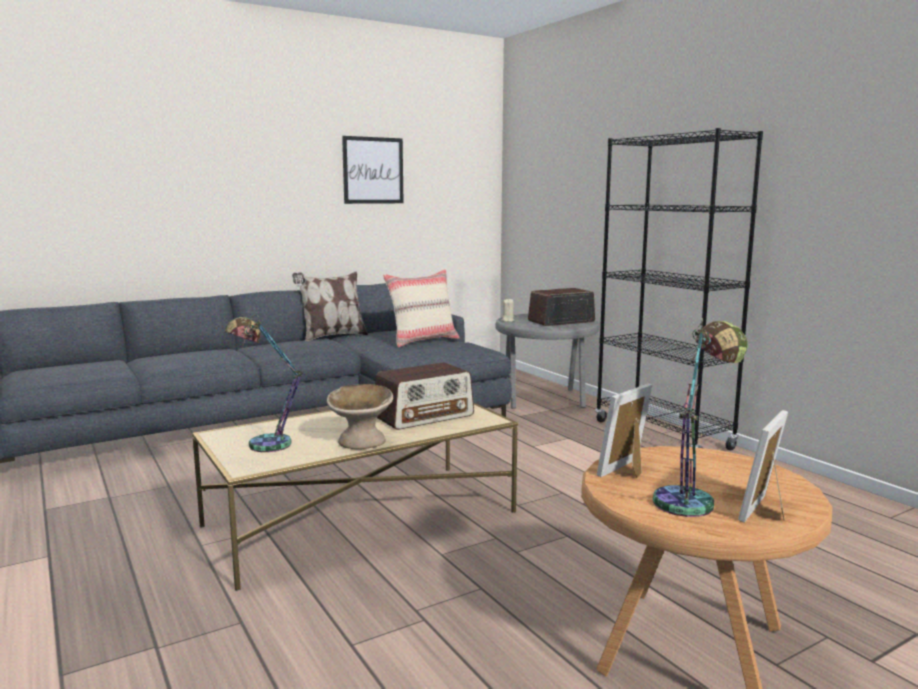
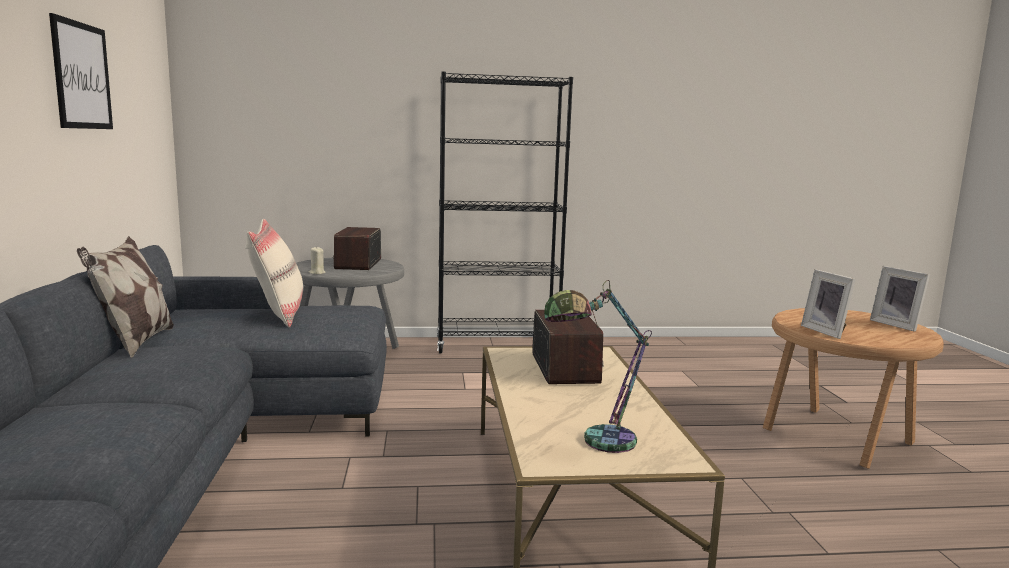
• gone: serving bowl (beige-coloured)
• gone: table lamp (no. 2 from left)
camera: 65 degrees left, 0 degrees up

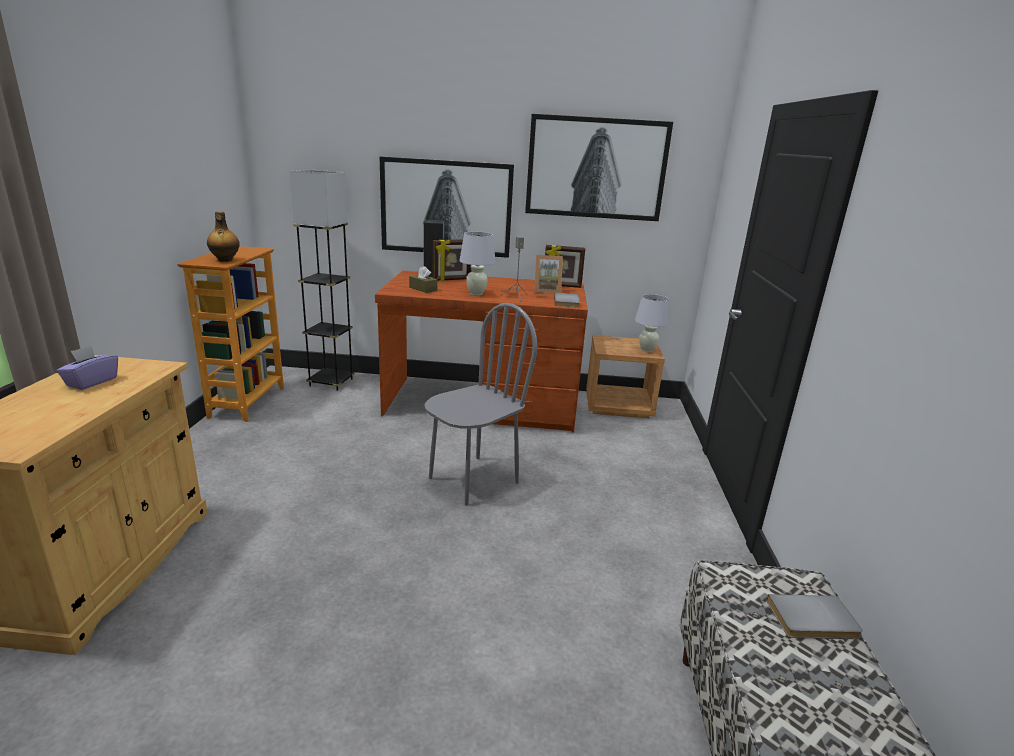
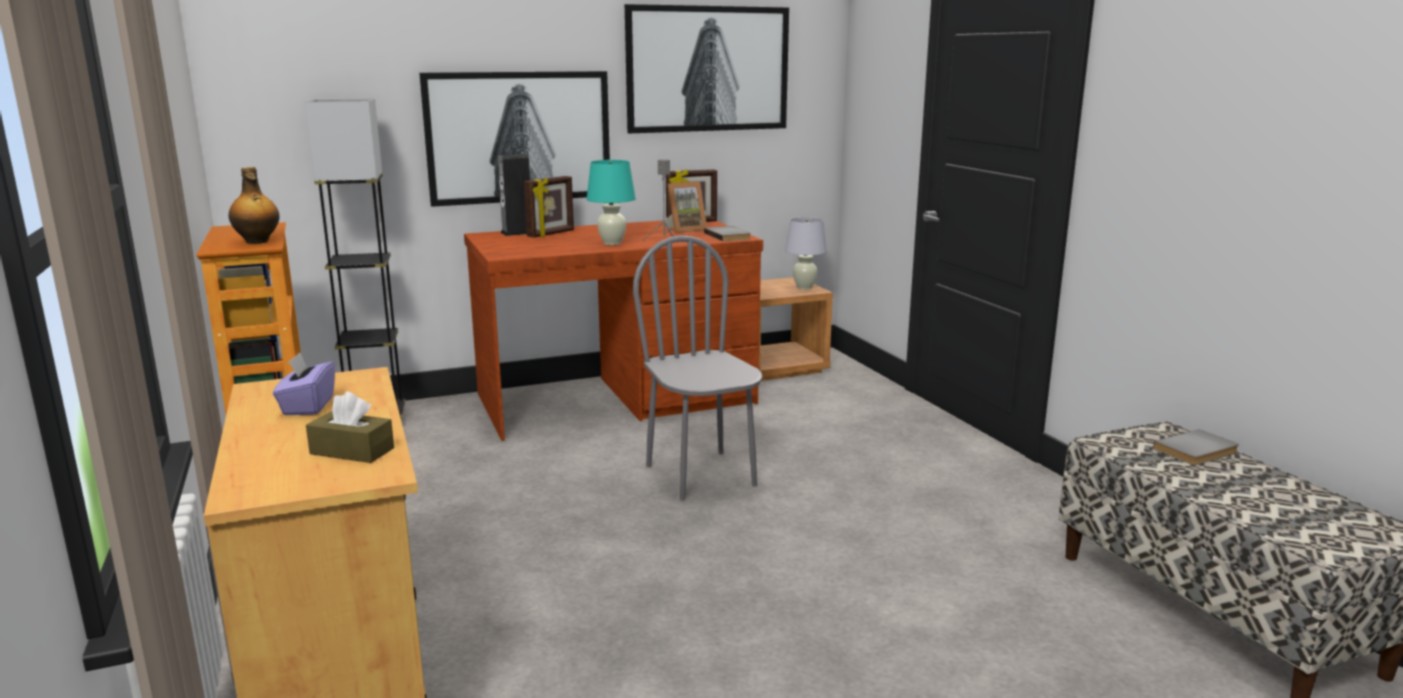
• shifted: box of tissues (brownish)
• repainted: table lamp (white-coloured) (no. 1 from left) to table lamp (turquoise)
• rotated: chair (gray) 45 degrees counterclockwise
camera: 25 degrees left, 5 degrees down

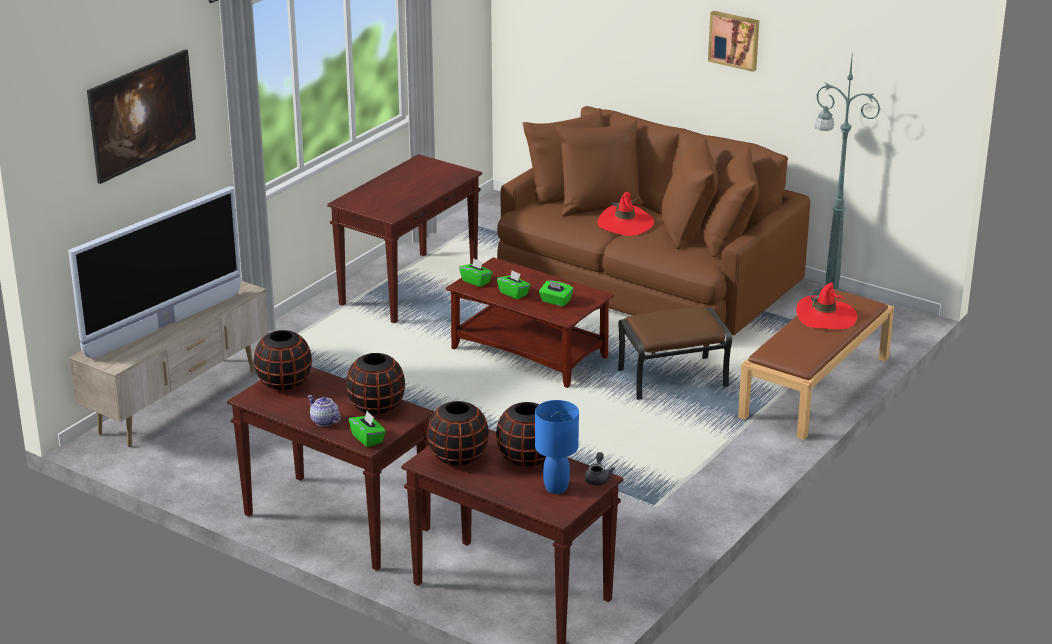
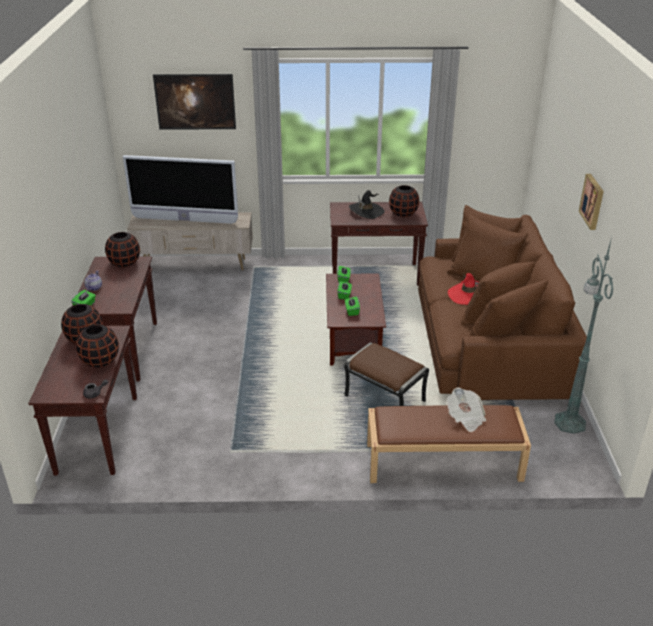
• gone: table lamp (bluish)
• new: wearable hat (black)
• shifted: decorative vase (black) (no. 2 from left in the first image) to decorative vase (black) (no. 4 from left)
• swapped: wearable hat (red-coloured) (no. 2 from left) to newspaper
camera: 55 degrees right, 5 degrees up

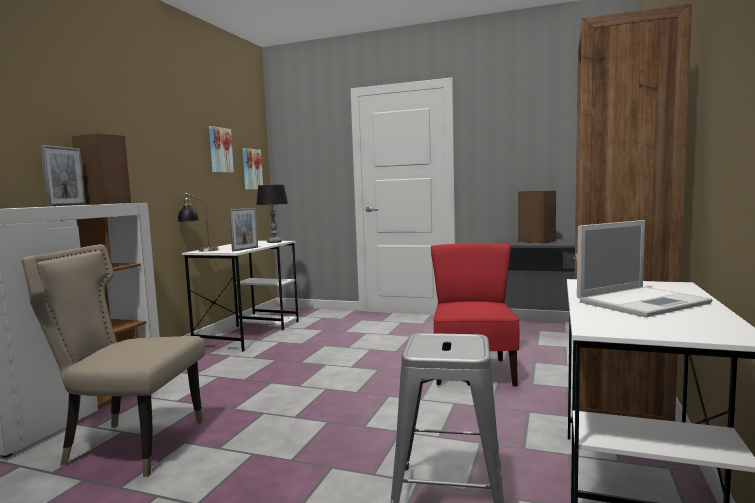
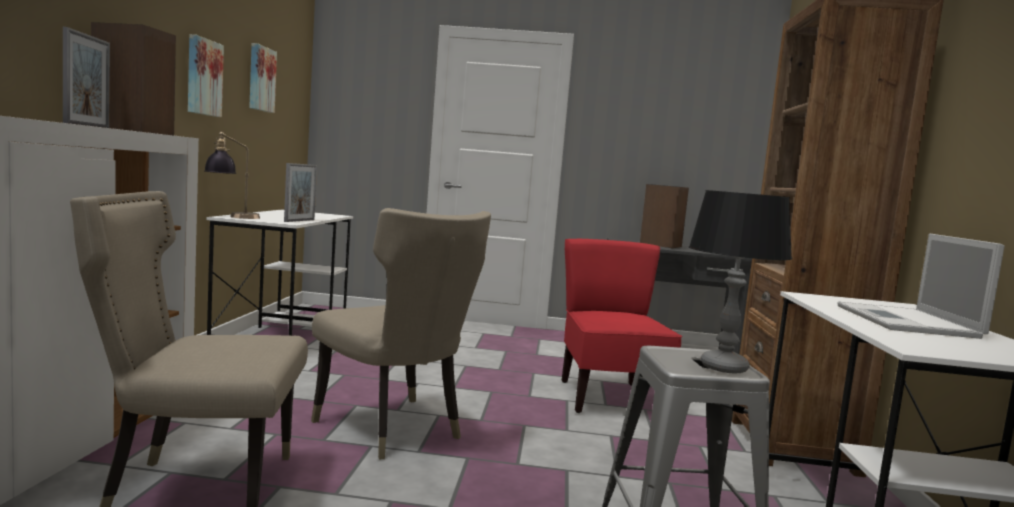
• new: chair (beige-coloured) (no. 2 from left)
• shifted: picture (no. 2 from left in the first image) to picture (no. 1 from left)
• shifted: table lamp (no. 2 from left)
• rotated: portable computer 135 degrees clockwise
camera: 15 degrees left, 0 degrees up

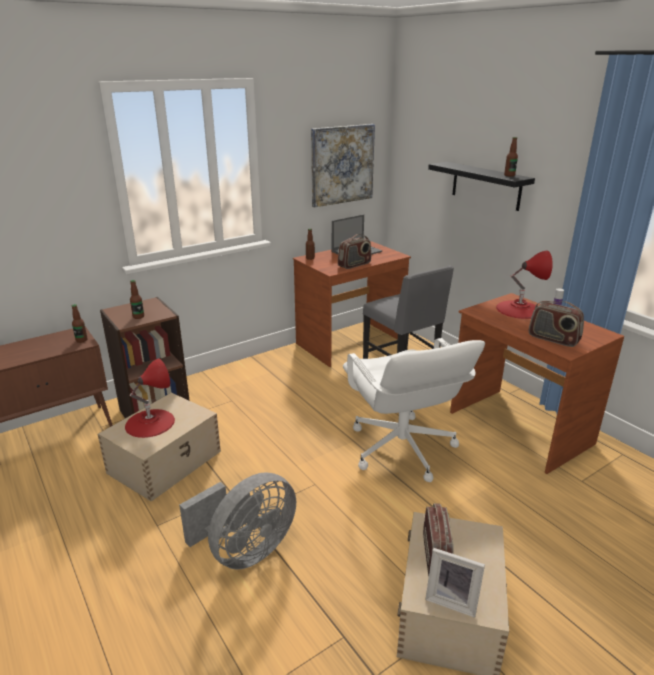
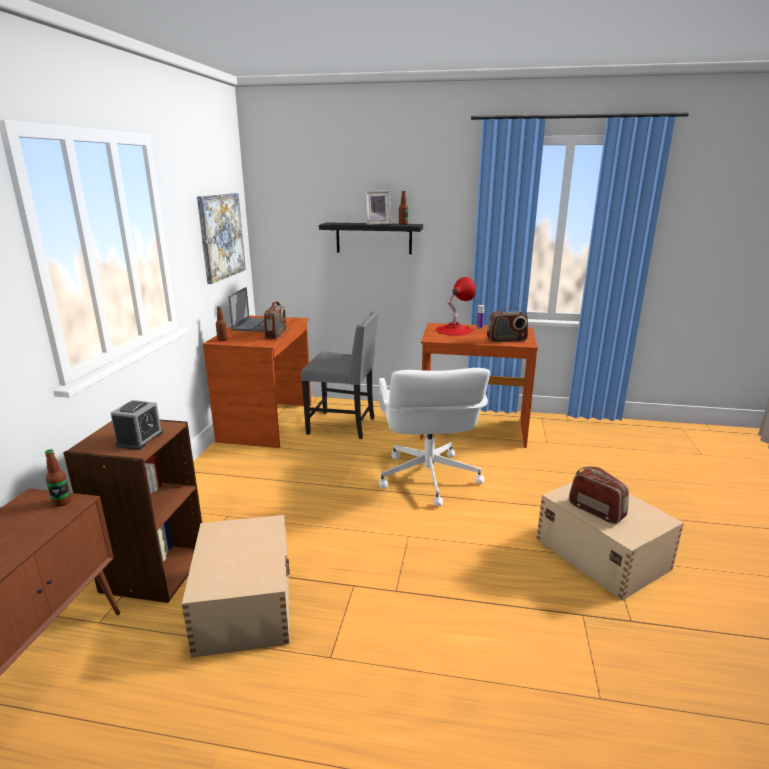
• gone: table lamp (red-coloured) (no. 1 from left)
• gone: electric fan (gray)
• shifted: standing frame
• swapped: bottle (no. 2 from left) to table clock
• rotated: computer chair (white-coloured) 60 degrees clockwise
camera: 45 degrees left, 5 degrees down

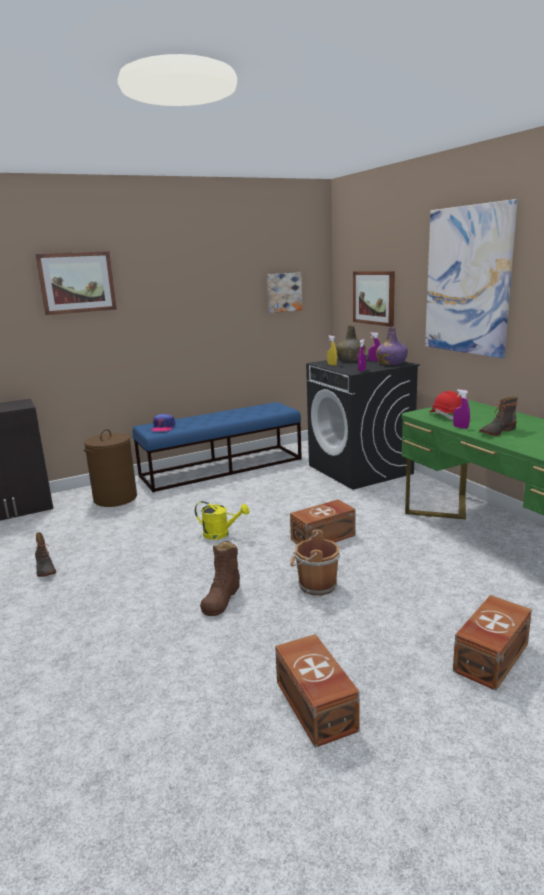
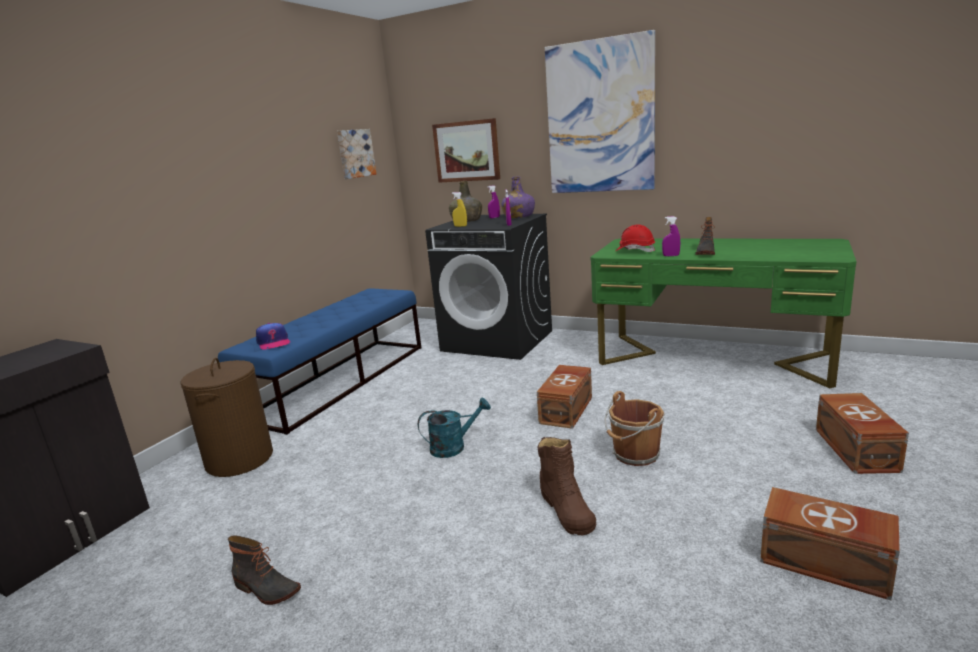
• gone: picture (no. 1 from left)
• repainted: watering can (yellowish) to watering can (turquoise)
camera: 35 degrees left, 0 degrees up

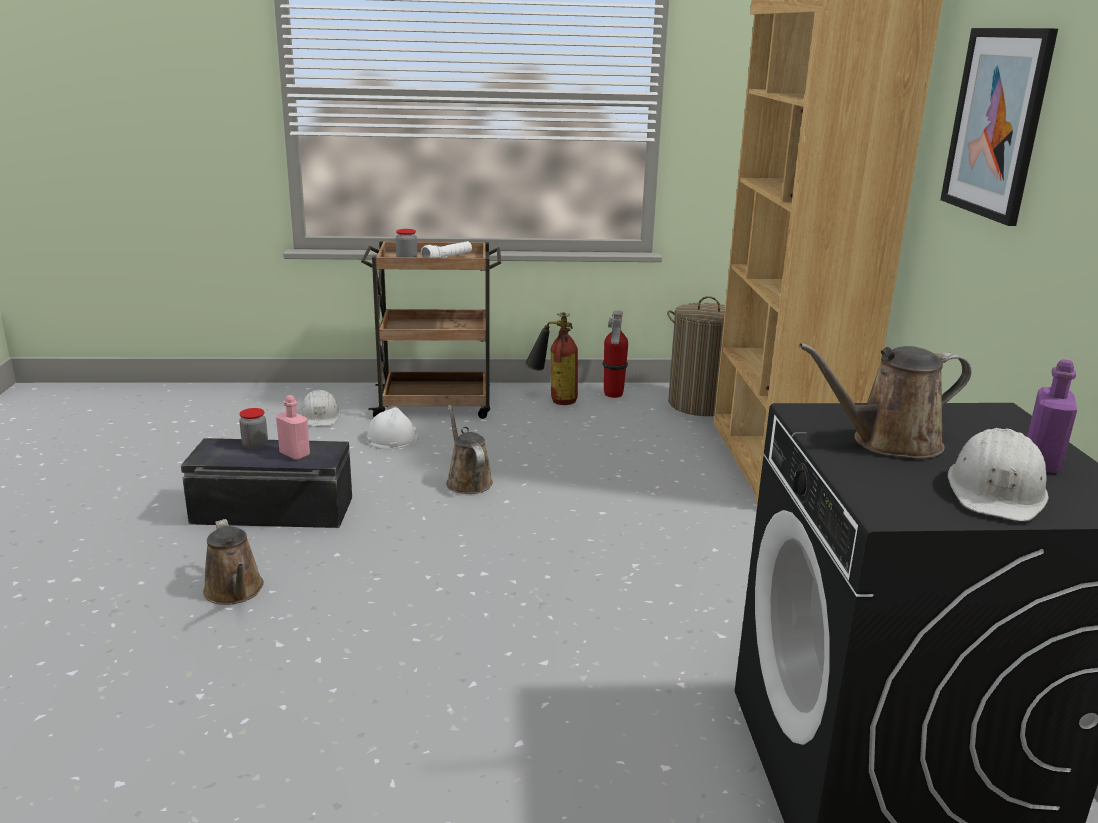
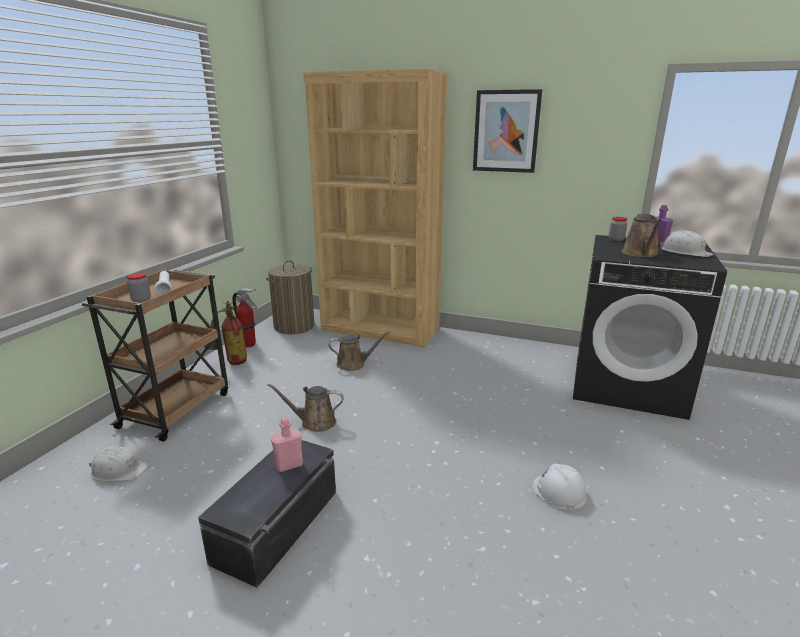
• shifted: watering can (brownish) (no. 1 from left in the first image) to watering can (brownish) (no. 2 from left)
• shifted: preserve jar (no. 1 from left in the first image) to preserve jar (no. 2 from left)
• shifted: work helmet (white-coloured) (no. 2 from left)
camera: 65 degrees left, 0 degrees up

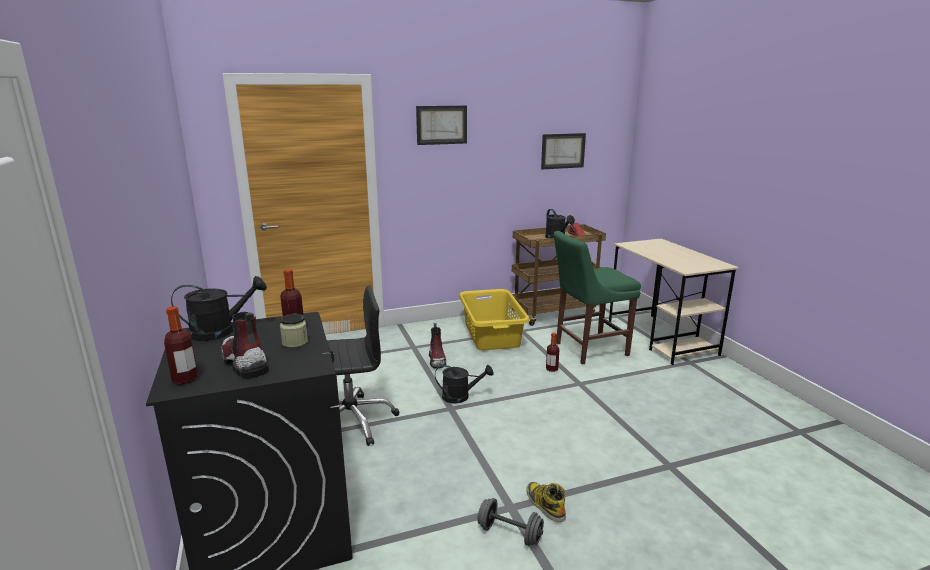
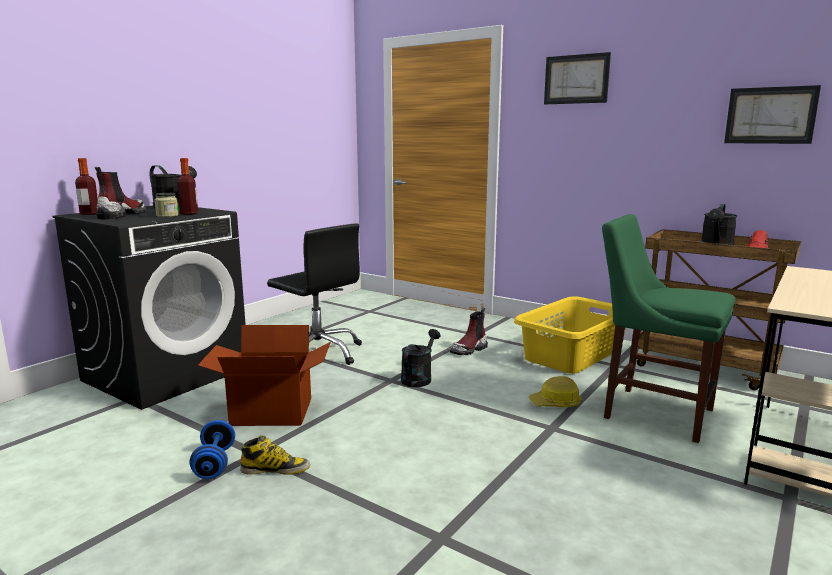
• new: packing box
• swapped: bottle (no. 3 from left) to work helmet
• repainted: free weight (gray) to free weight (bluish)
• rotated: watering can (black) (no. 2 from left) 120 degrees counterclockwise
• rotated: tall boot (no. 3 from left in the first image) 60 degrees clockwise
camera: 55 degrees right, 5 degrees down

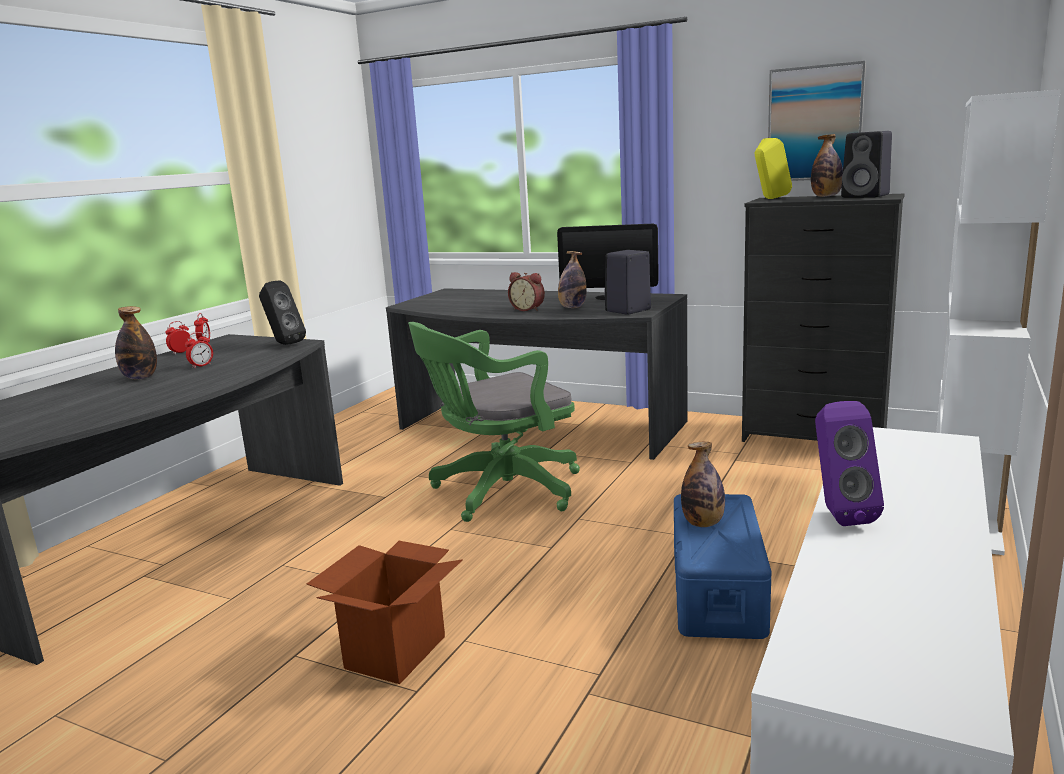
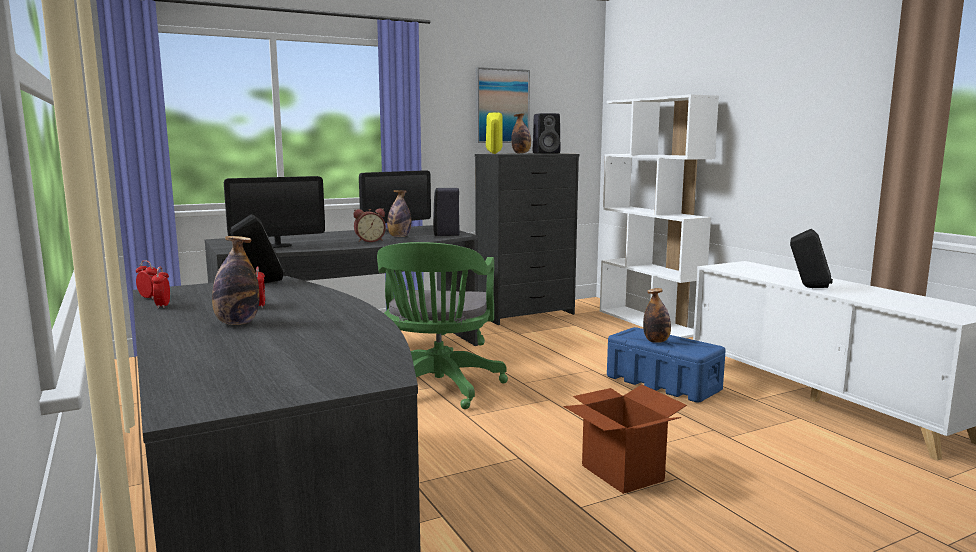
• new: monitor (no. 1 from left)
• repainted: audio speaker (purplish) to audio speaker (black) (no. 4 from left)
camera: 55 degrees left, 5 degrees down

